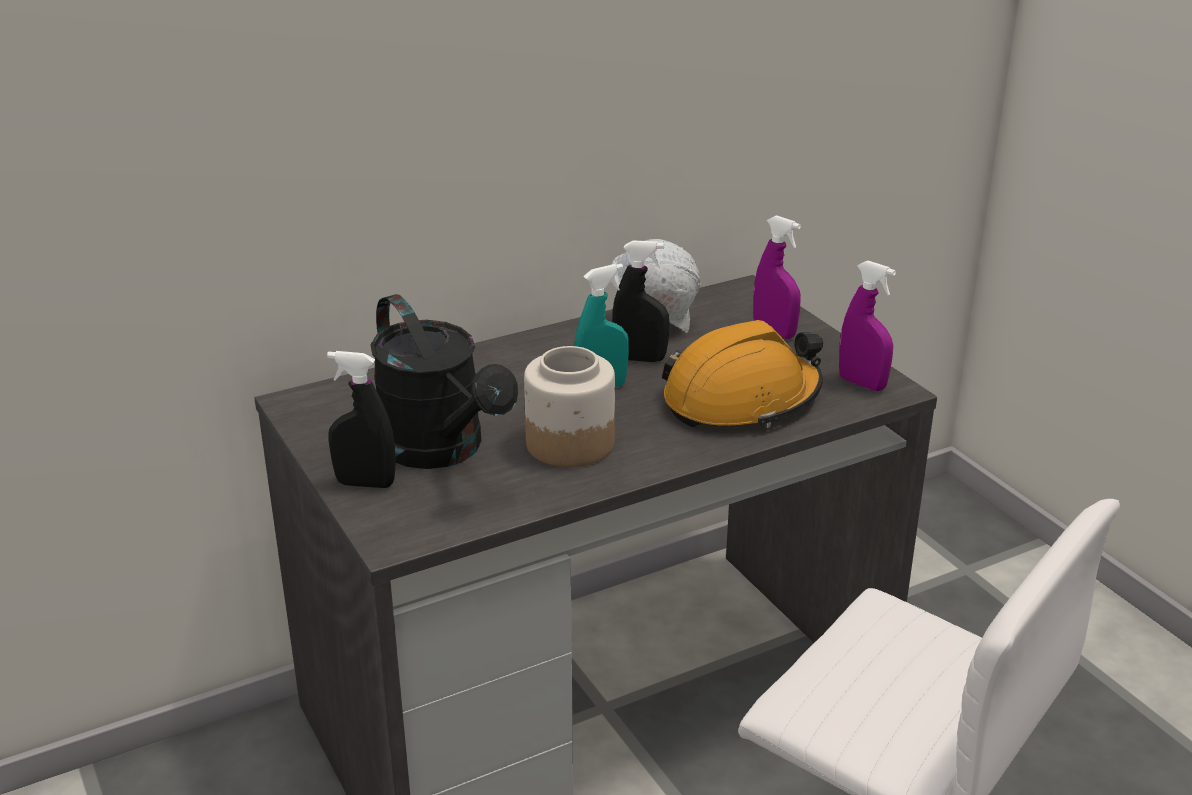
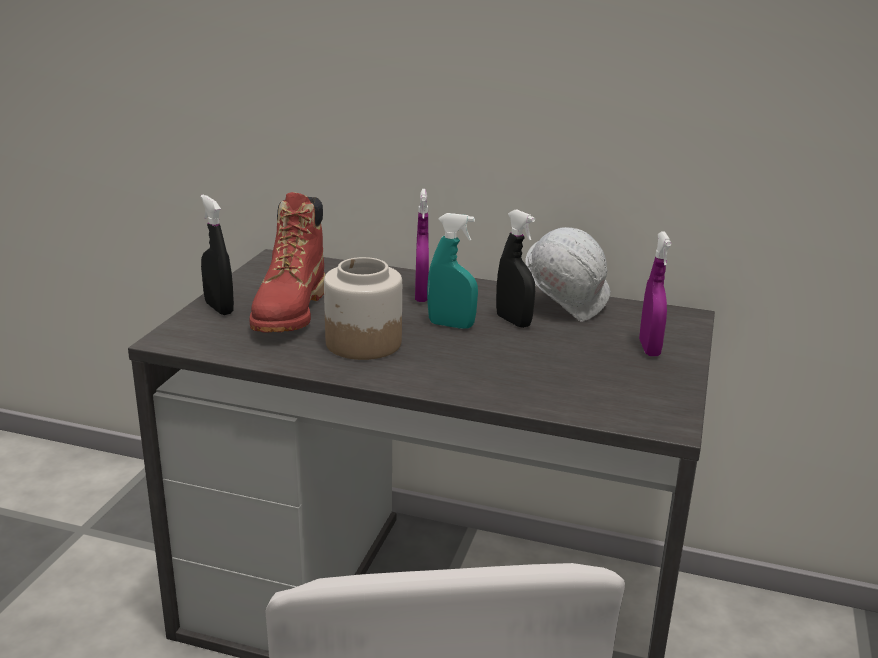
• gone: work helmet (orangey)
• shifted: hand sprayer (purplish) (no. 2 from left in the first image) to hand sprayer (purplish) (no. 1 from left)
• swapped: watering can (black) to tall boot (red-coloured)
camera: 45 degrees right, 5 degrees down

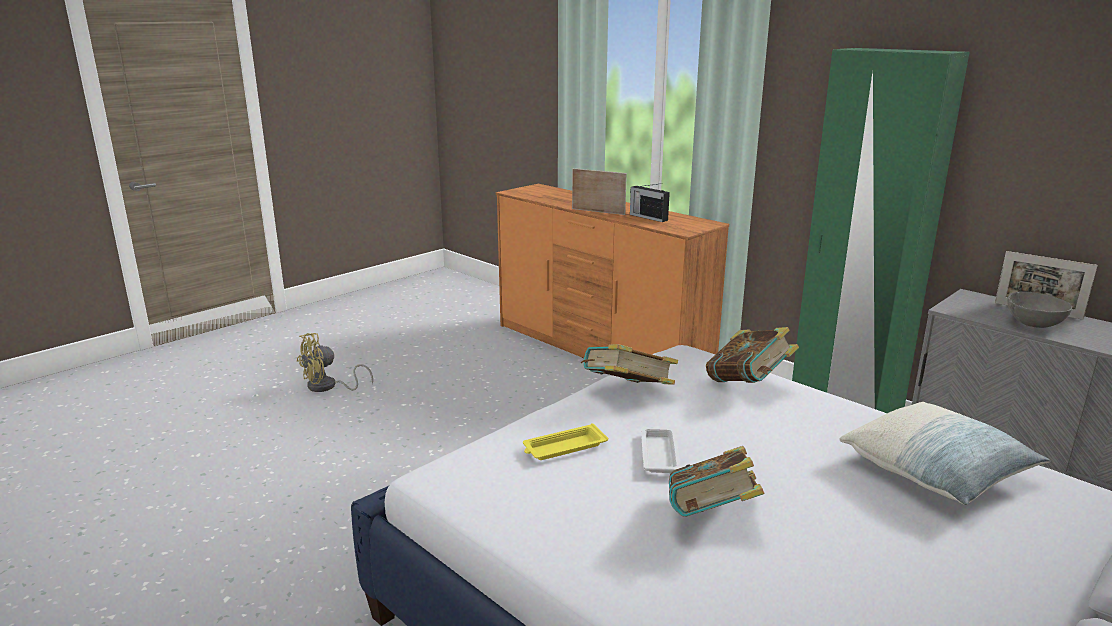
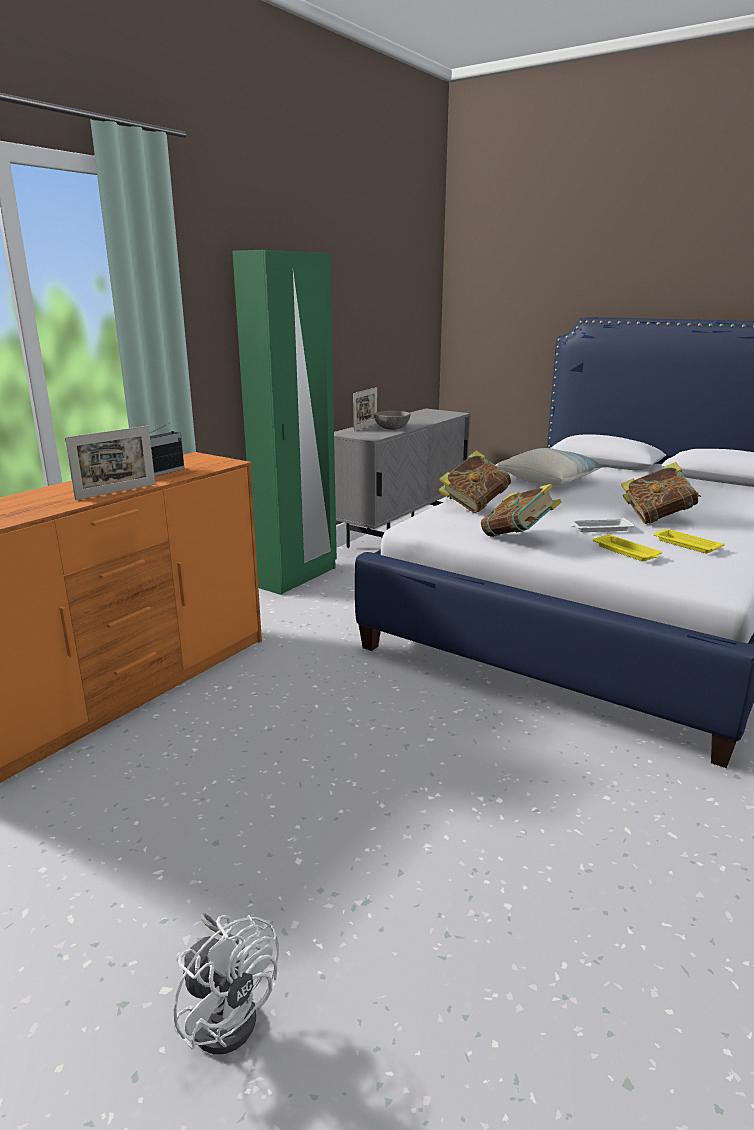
• new: serving tray (yellowish) (no. 2 from left)
• repainted: electric fan (yellowish) to electric fan (white-coloured)
• rotated: standing frame (no. 1 from left) 150 degrees counterclockwise
camera: 100 degrees left, 0 degrees up

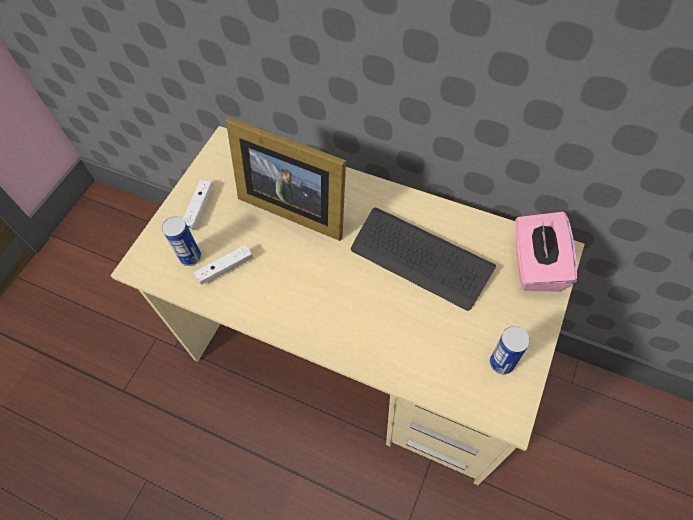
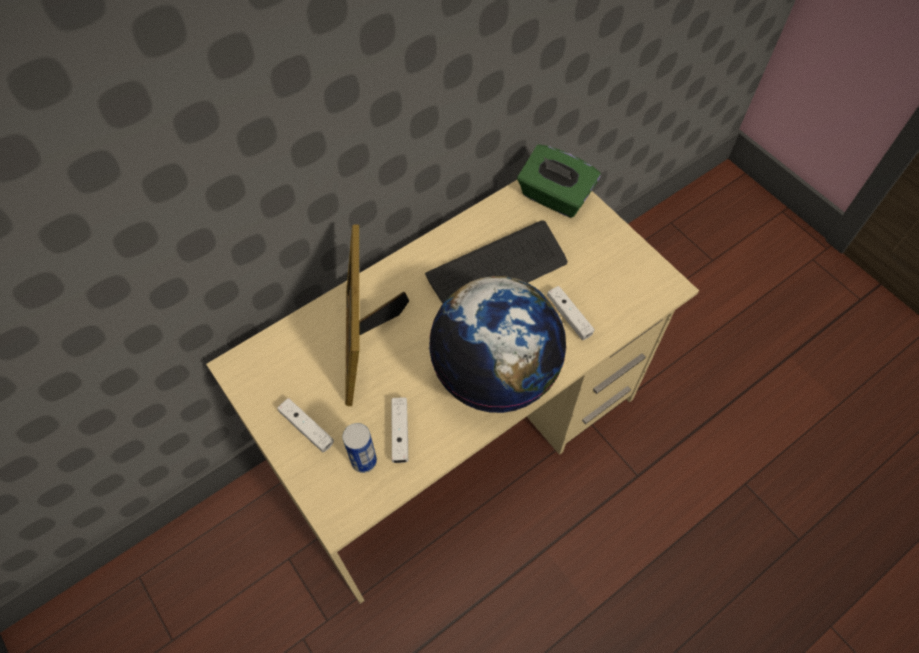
• gone: can (no. 2 from left)
• new: desk globe
• new: joypad (white-coloured) (no. 3 from left)
• repainted: box of tissues (pink-coloured) to box of tissues (green-coloured)
• rotated: standing frame 120 degrees clockwise
camera: 65 degrees left, 0 degrees up

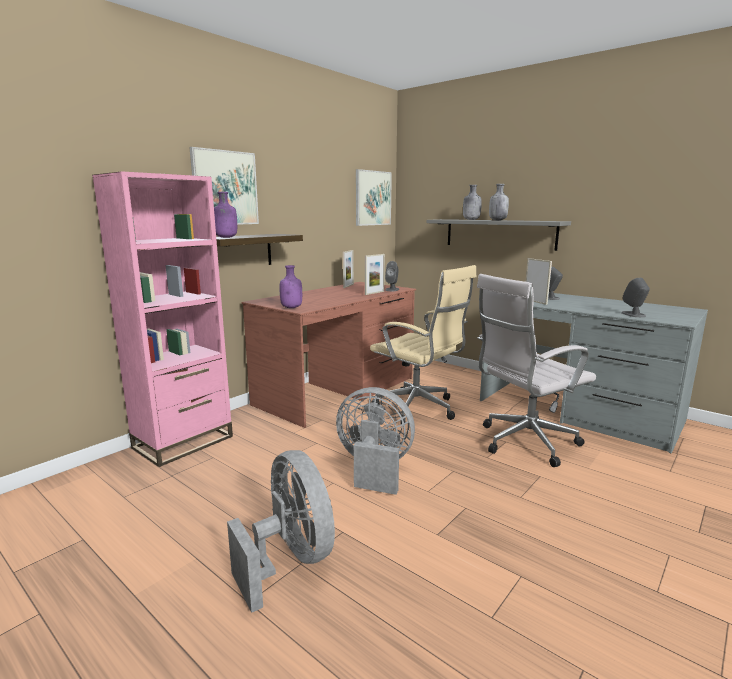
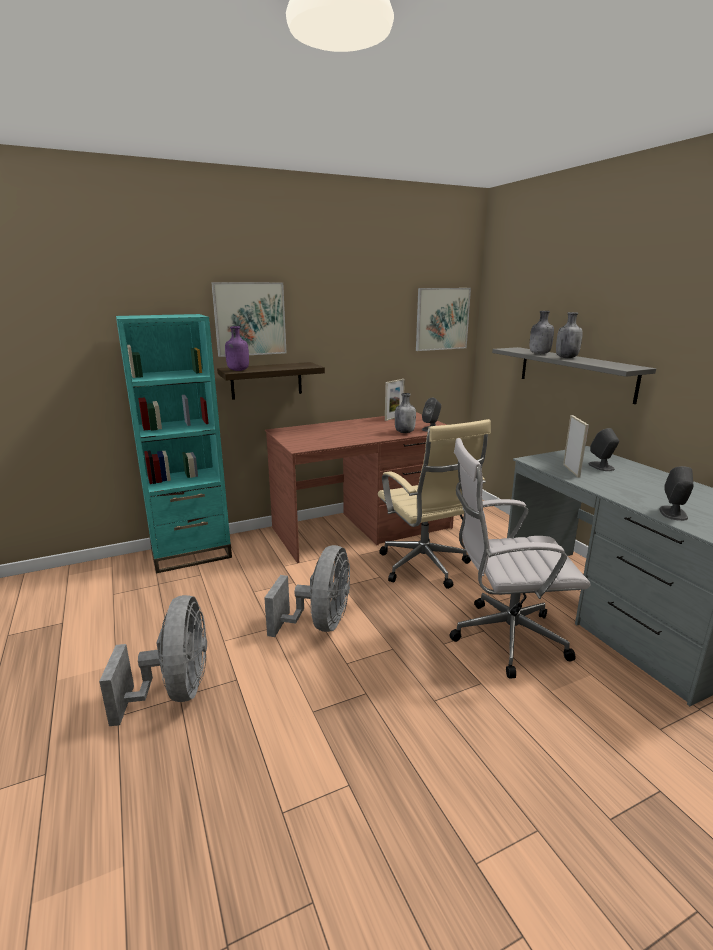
• gone: bottle (purplish) (no. 2 from left)
• swapped: standing frame (no. 2 from left) to bottle (gray) (no. 1 from left)
• repainted: bookcase (pink-coloured) to bookcase (turquoise)
• rotated: electric fan (gray) (no. 2 from left) 60 degrees clockwise
camera: 25 degrees right, 5 degrees up

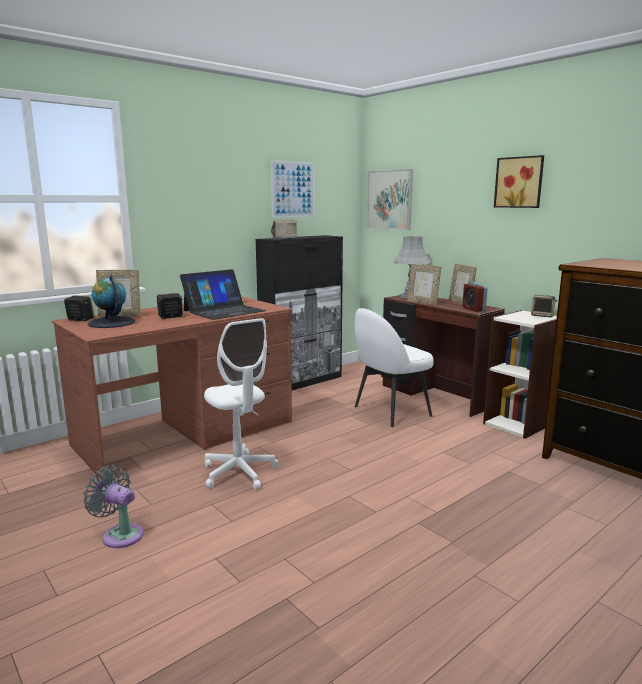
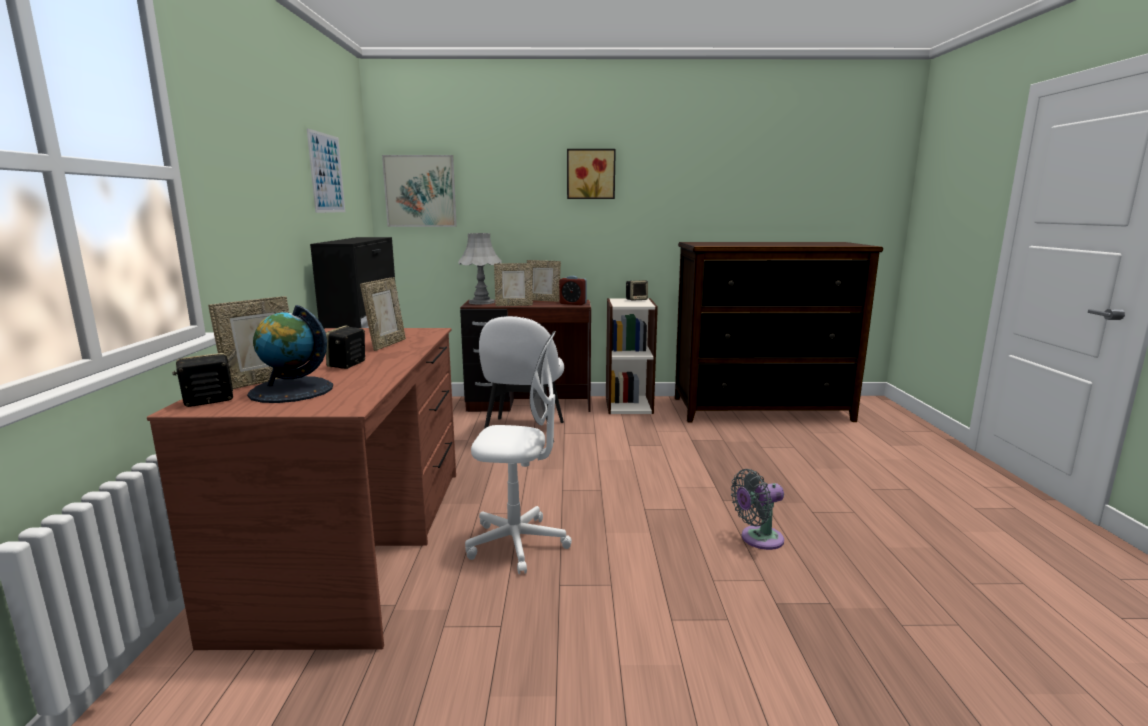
• gone: radio receiver
• shifted: electric fan (gray)
• swapped: portable computer to standing frame (no. 2 from left)
camera: 50 degrees left, 0 degrees up

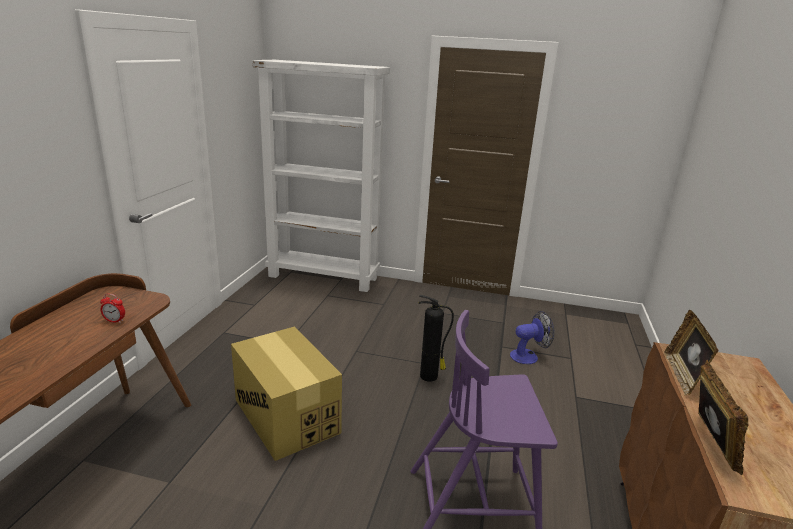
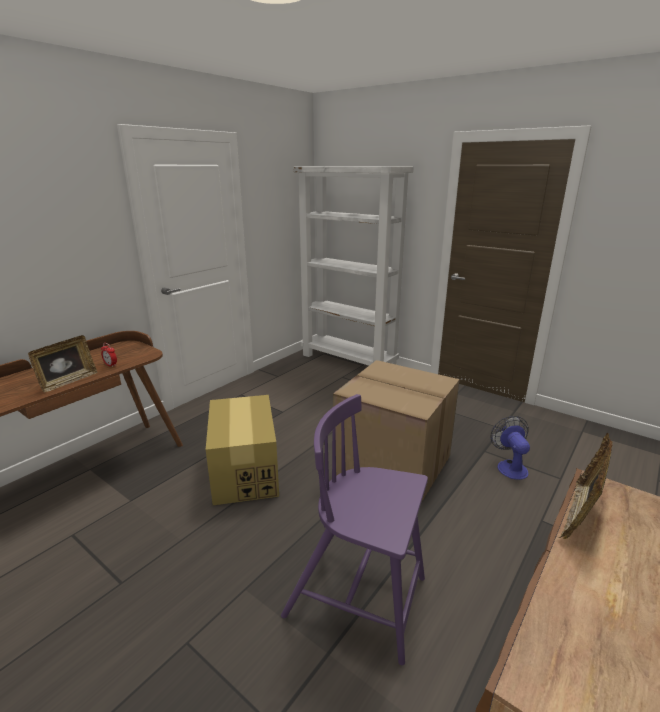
• shifted: standing frame (no. 2 from left in the first image) to standing frame (no. 1 from left)
• swapped: fire extinguisher to packing box (no. 2 from left)
• rotated: electric fan 105 degrees counterclockwise
camera: 25 degrees right, 0 degrees up

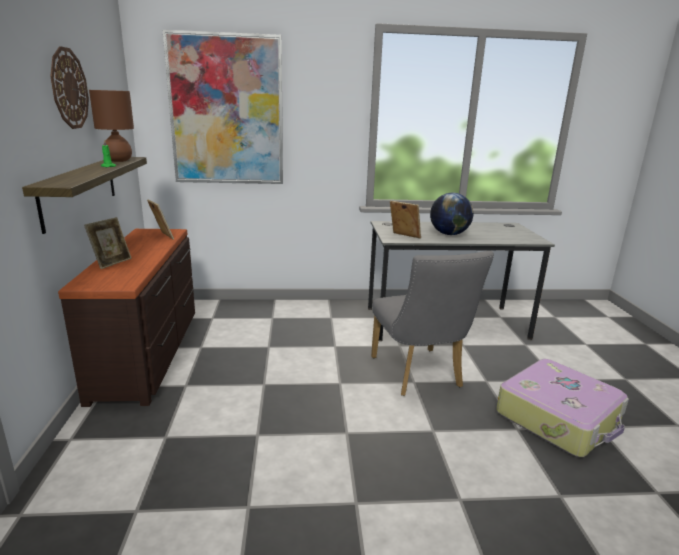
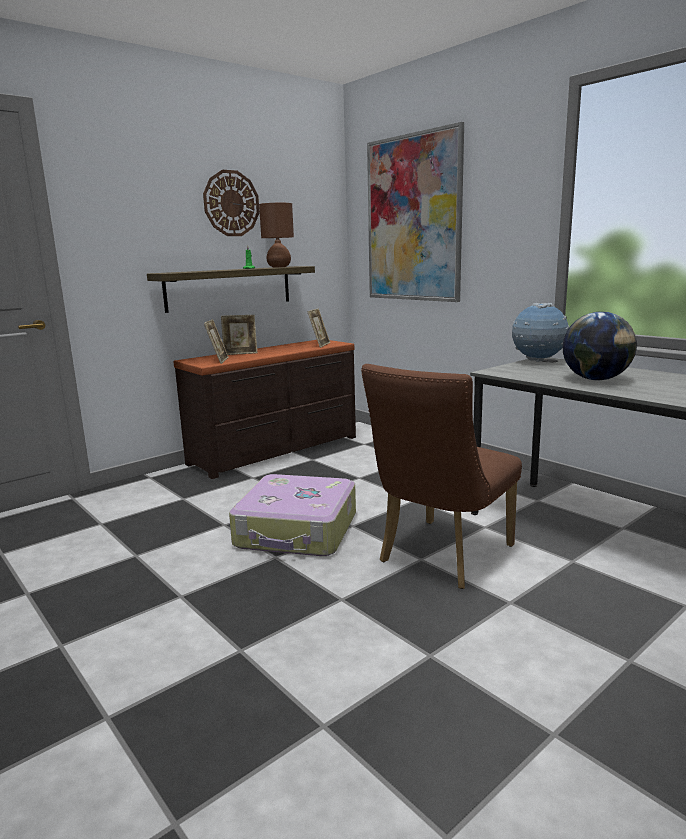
• new: desk globe (no. 1 from left)
• shifted: standing frame (no. 3 from left in the first image) to standing frame (no. 1 from left)
• shifted: suitcase
• repainted: chair (gray) to chair (brownish)
camera: 55 degrees right, 5 degrees down

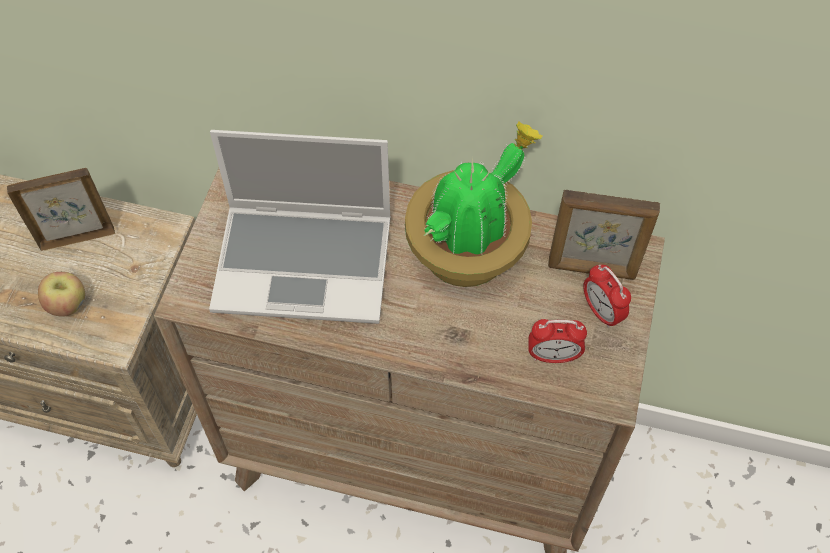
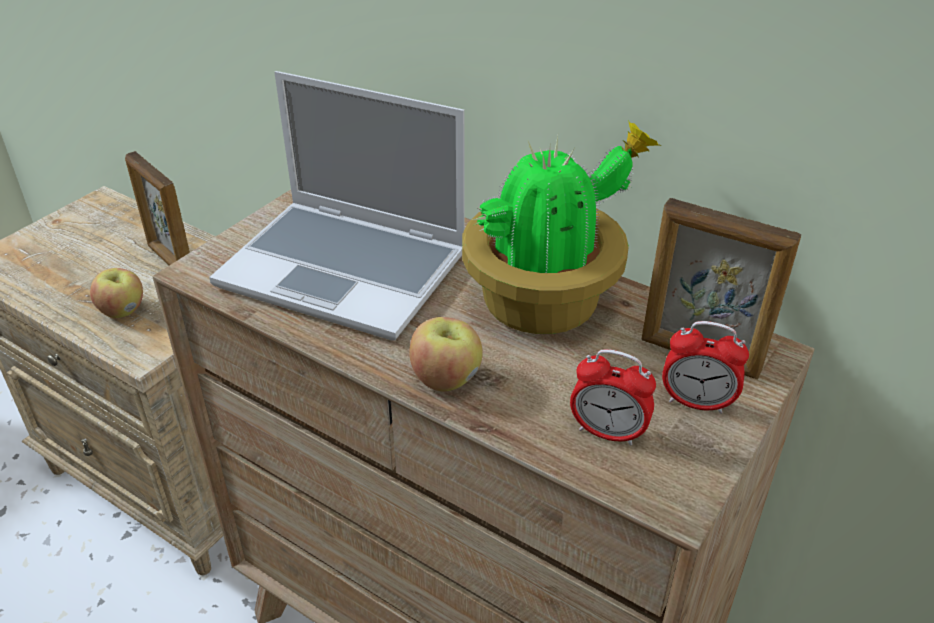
• new: whole apple (no. 2 from left)
• rotated: standing frame (no. 1 from left) 135 degrees counterclockwise
• rotated: table clock (no. 2 from left) 60 degrees counterclockwise
camera: 20 degrees right, 20 degrees down

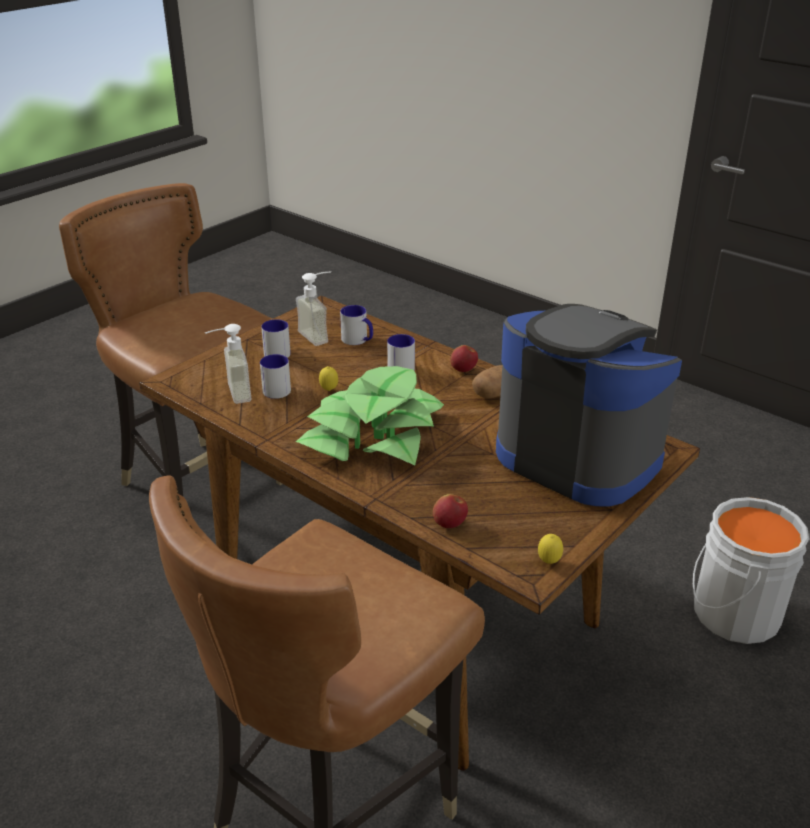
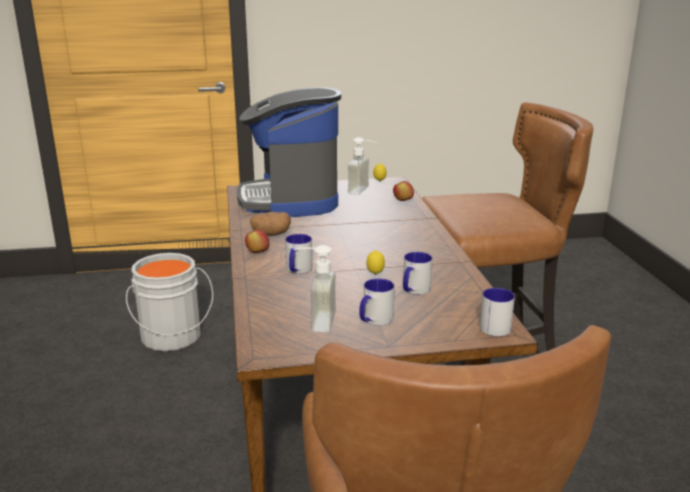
• gone: houseplant
• shifted: liquid soap bottle (no. 1 from left in the first image) to liquid soap bottle (no. 2 from left)
• shifted: mug (no. 3 from left in the first image) to mug (no. 4 from left)
camera: 140 degrees left, 10 degrees down

